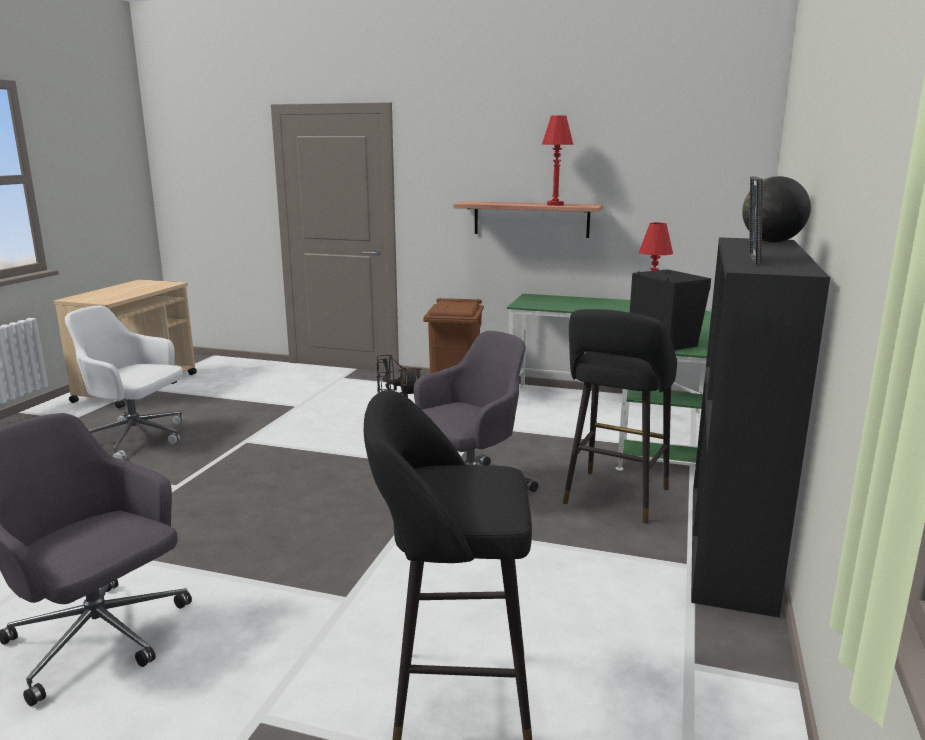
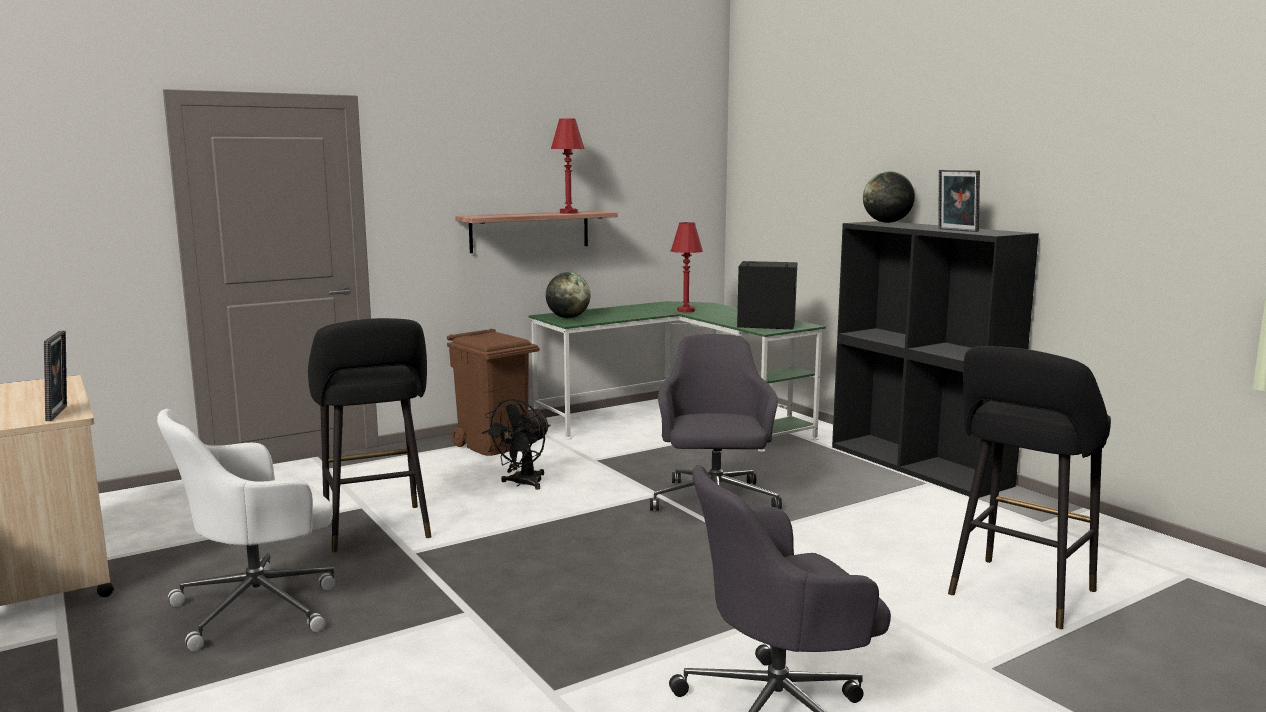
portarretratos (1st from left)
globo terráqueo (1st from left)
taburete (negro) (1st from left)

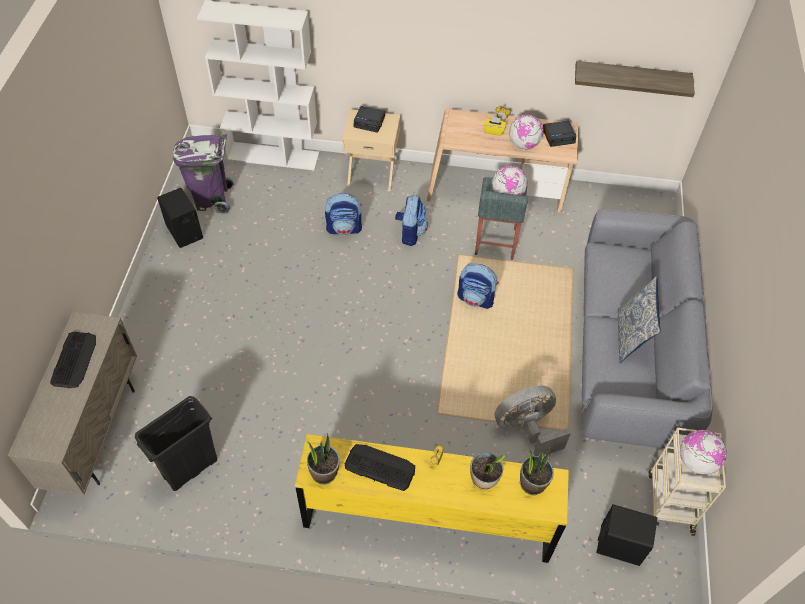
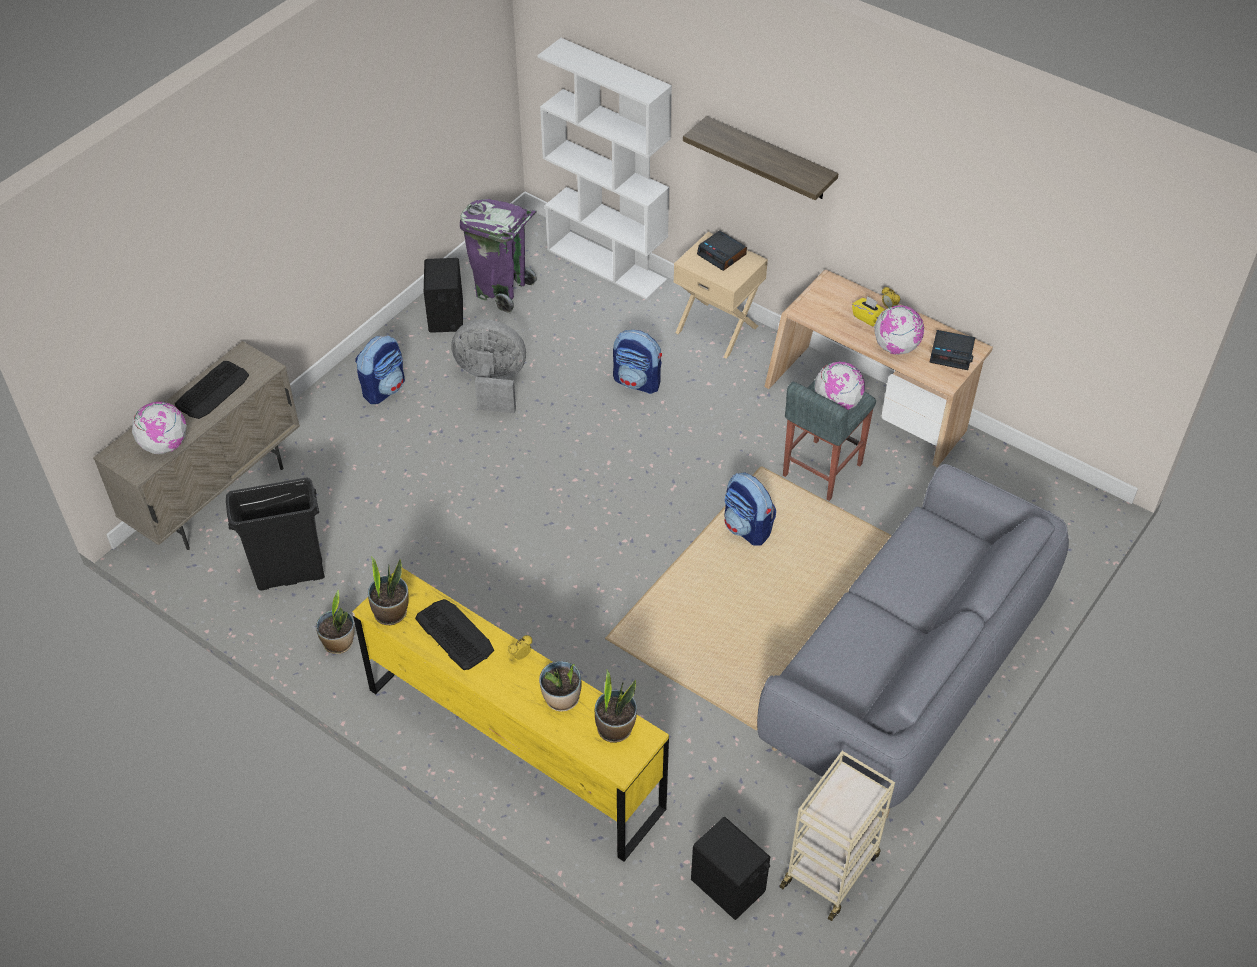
cojín
planta en maceta (1st from left)
mochila (1st from left)
ventilador (gris)
estante
globo terráqueo (1st from left)

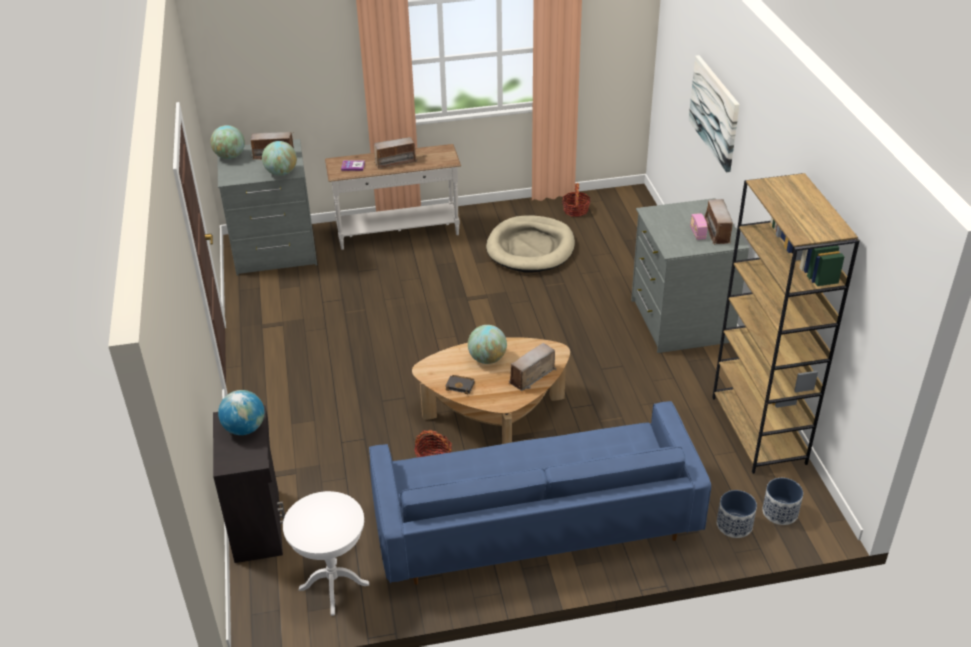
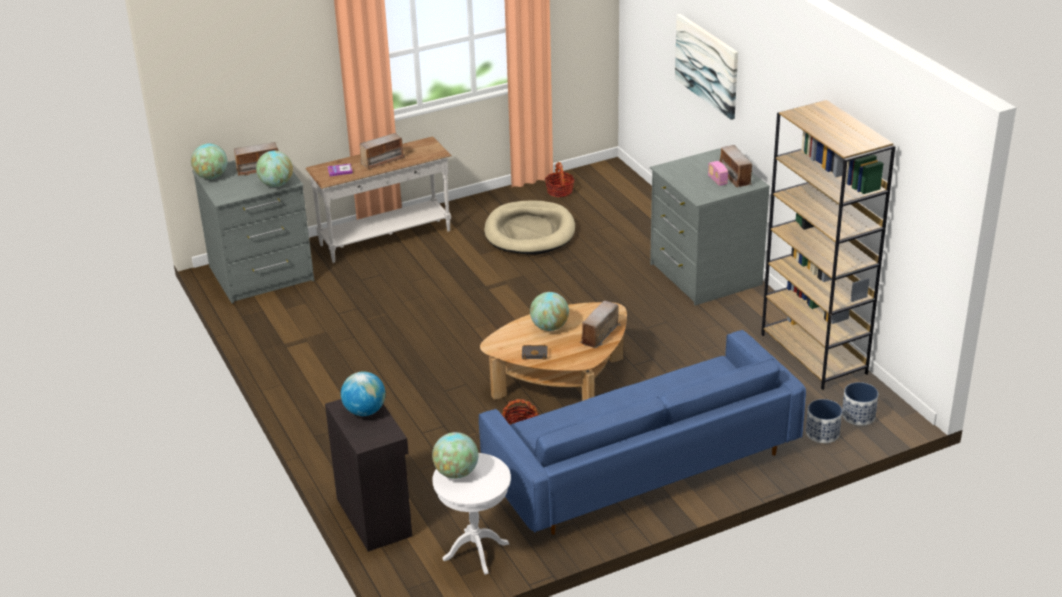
globo terráqueo (4th from left)

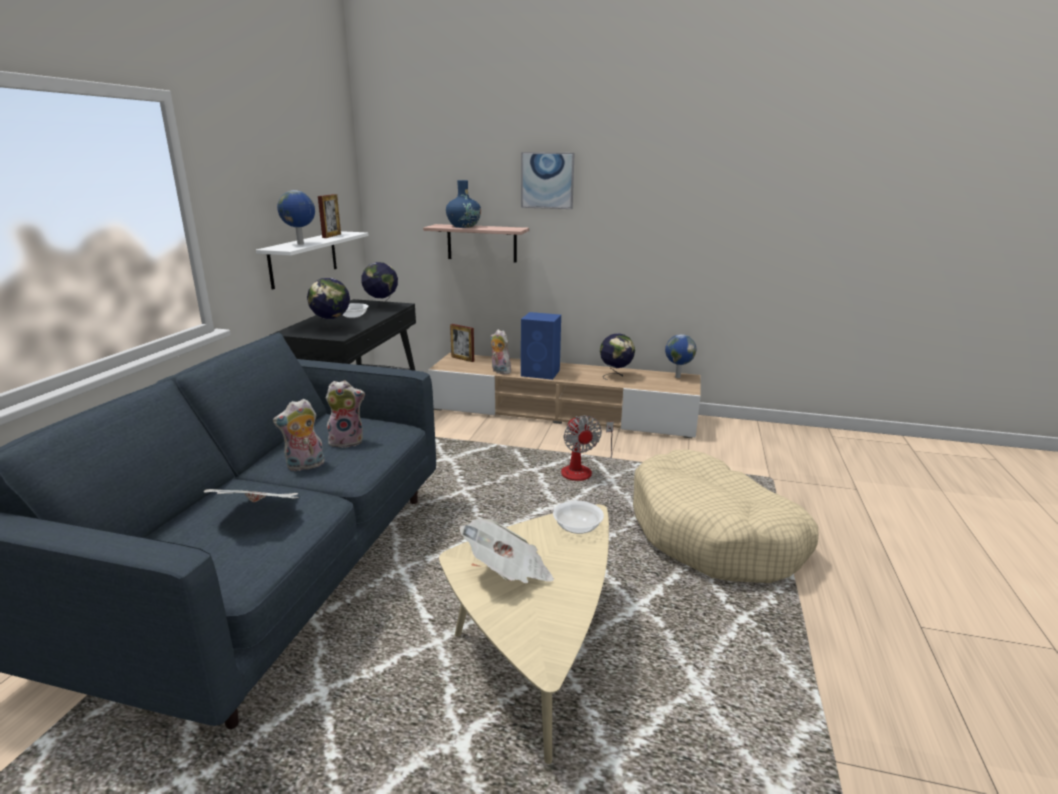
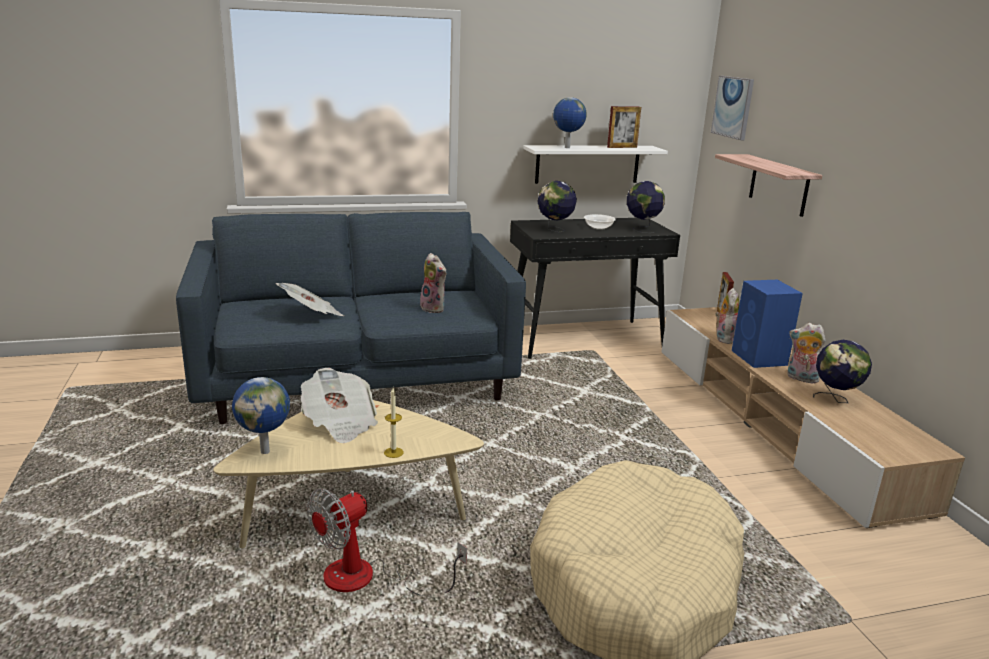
florero (azul)
cuenco (2nd from left in the first image)
vela
peluche (3rd from left)
cuadro
ventilador
globo terráqueo (1st from left)

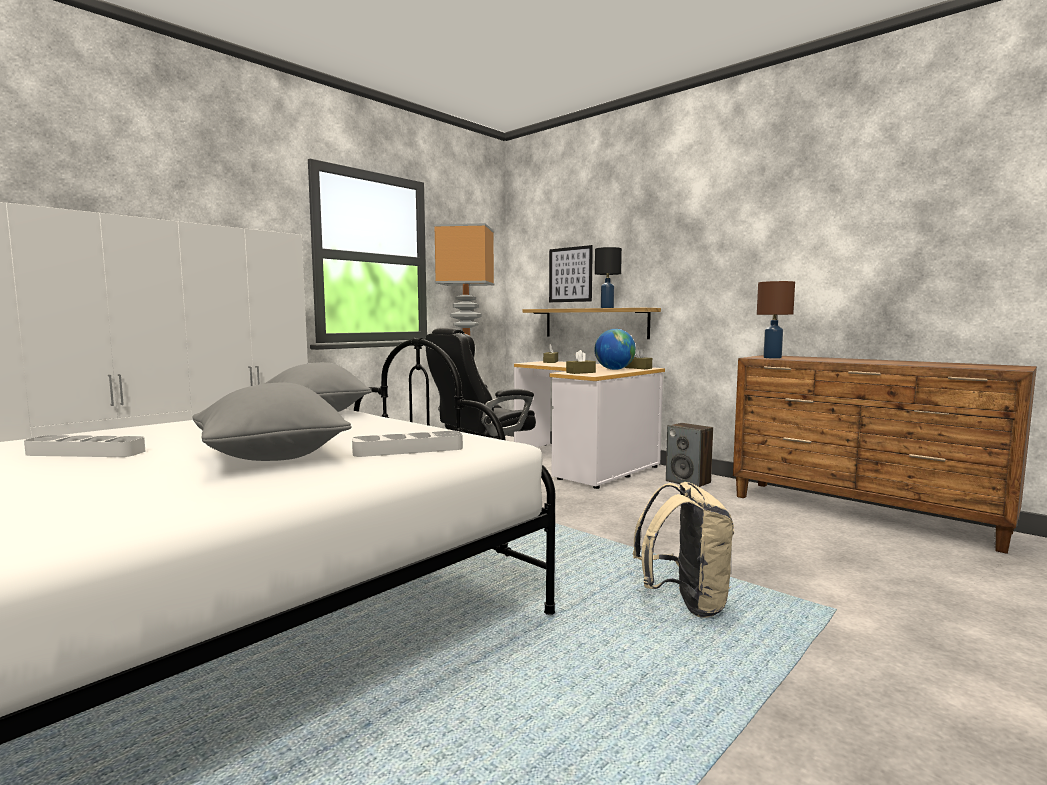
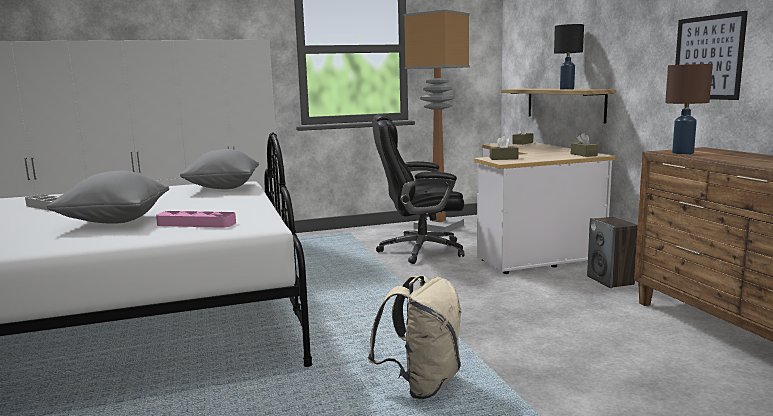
globo terráqueo
cuadro
bandeja (rosa)

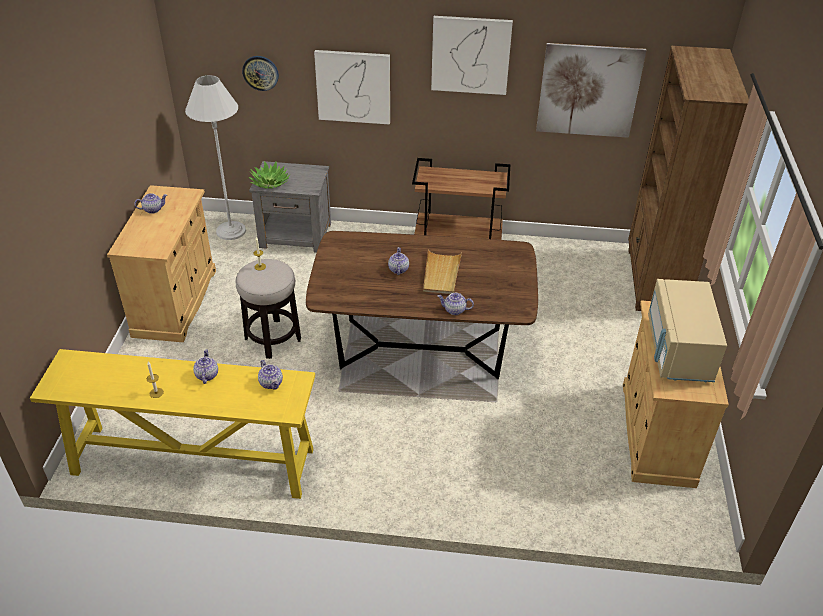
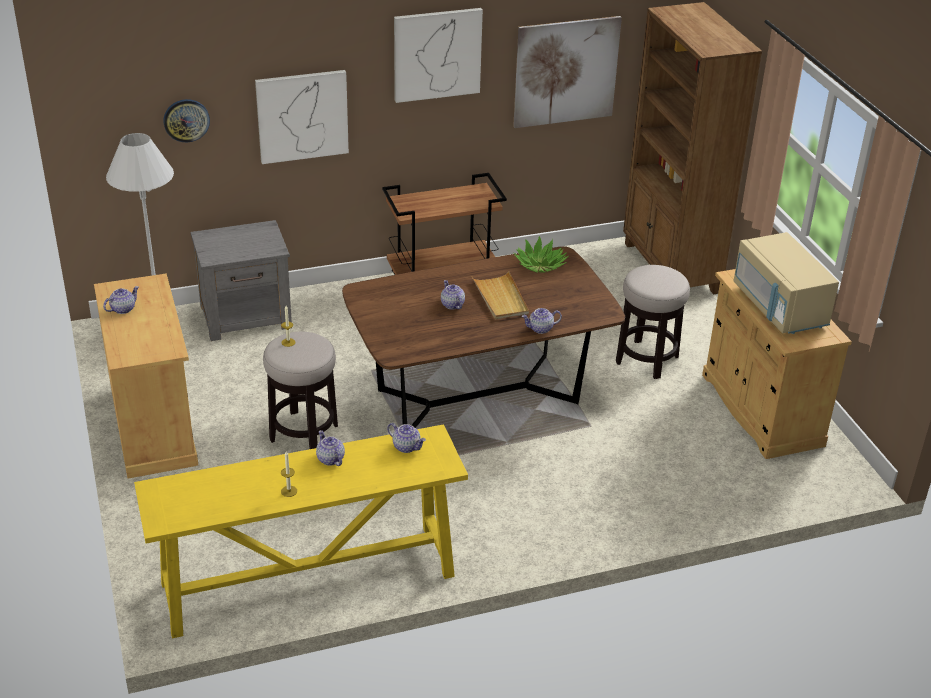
taburete (2nd from left)
planta en maceta

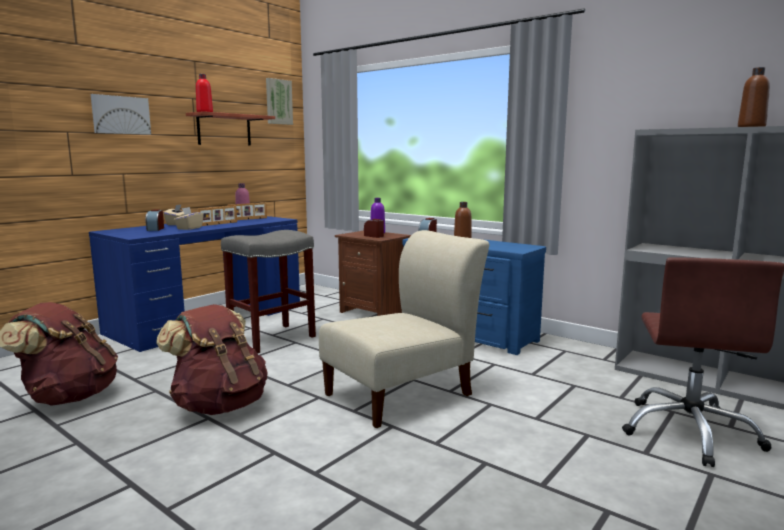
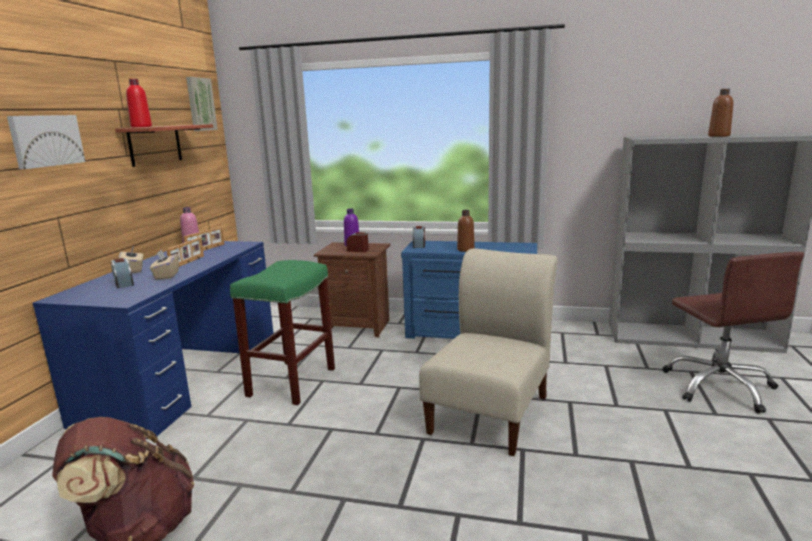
mochila (marrón) (2nd from left in the first image)
taburete (verde)

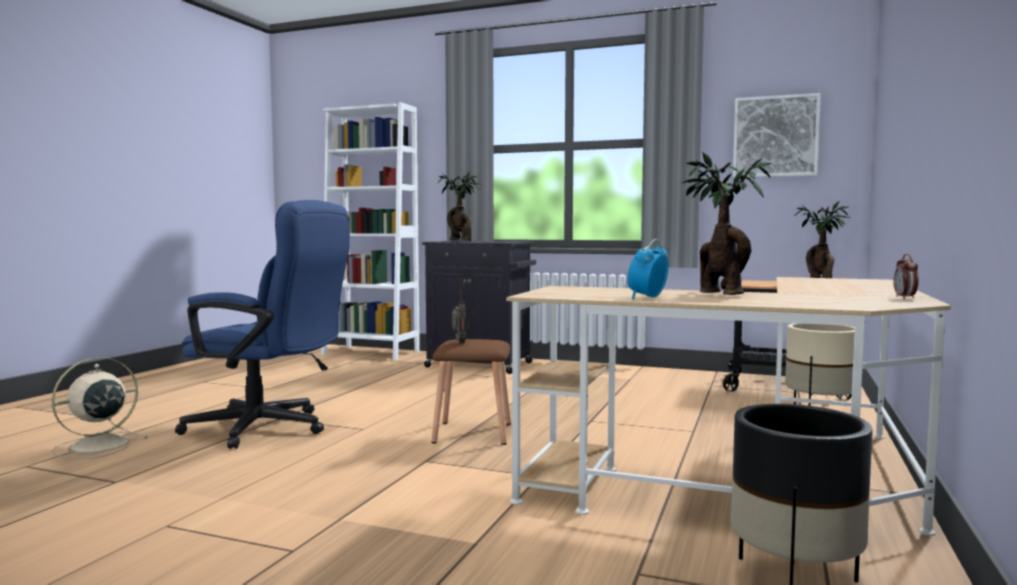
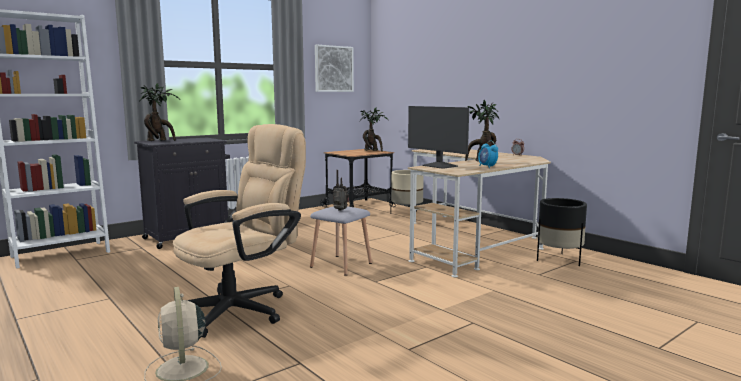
monitor
silla de oficina (beis)
taburete (gris)

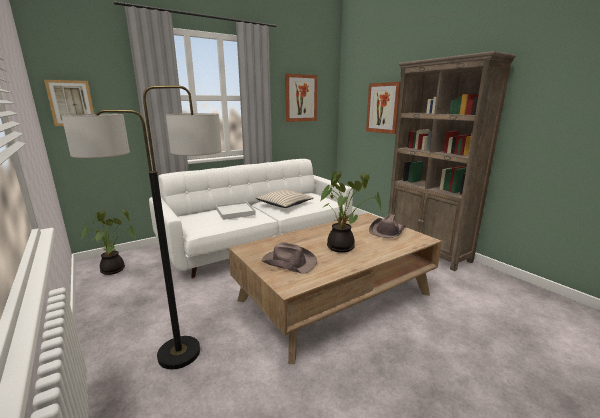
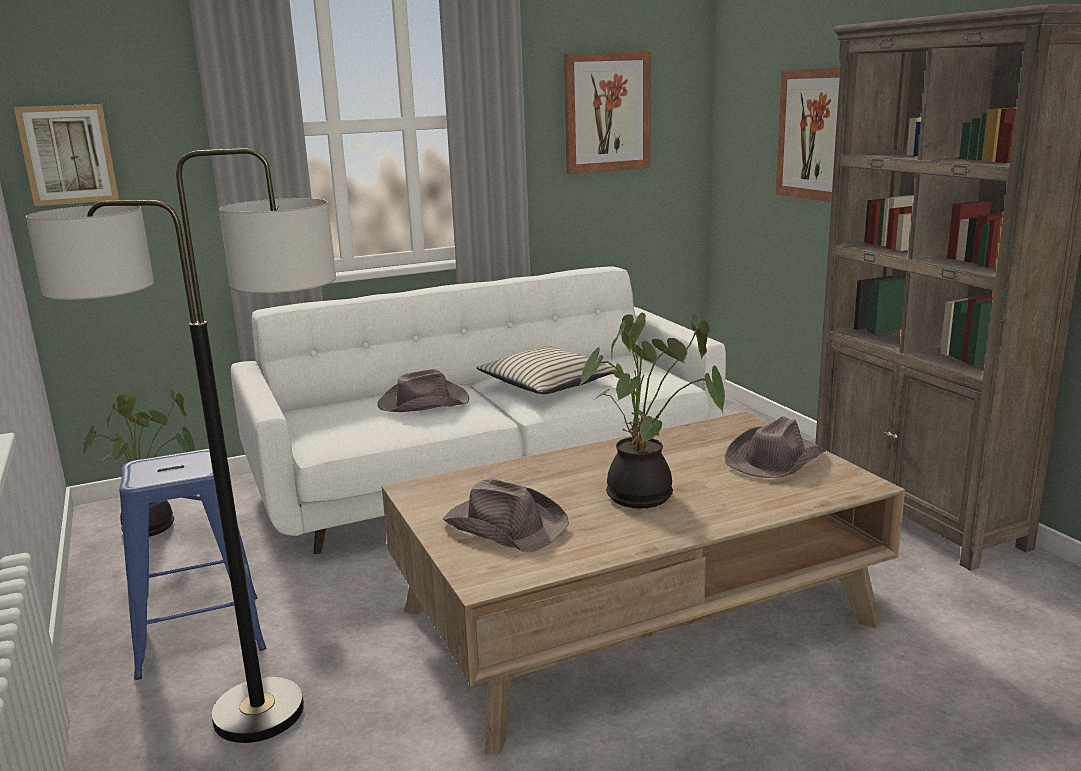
taburete (azul)
sombrero (marrón) (1st from left)

